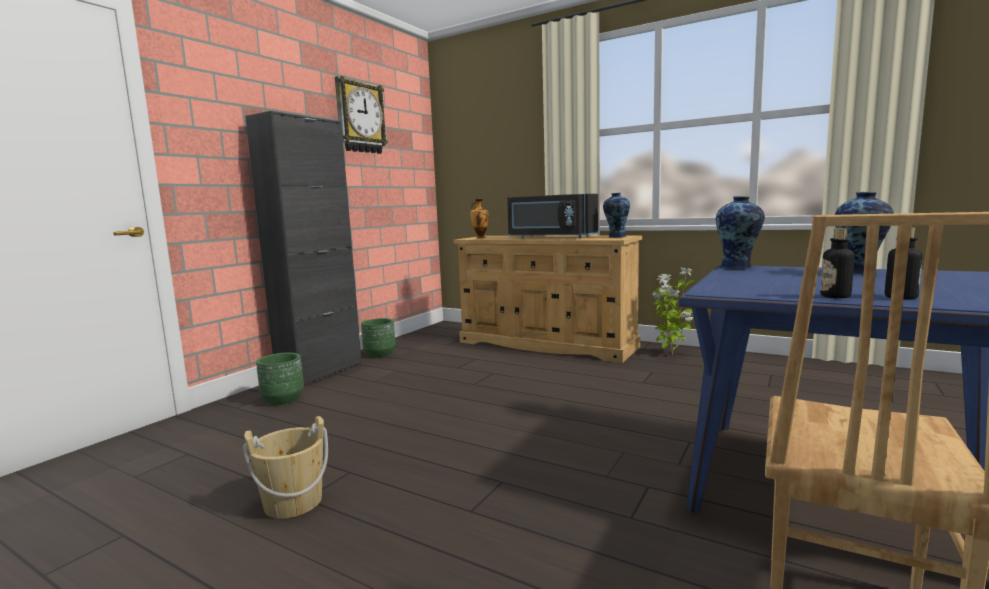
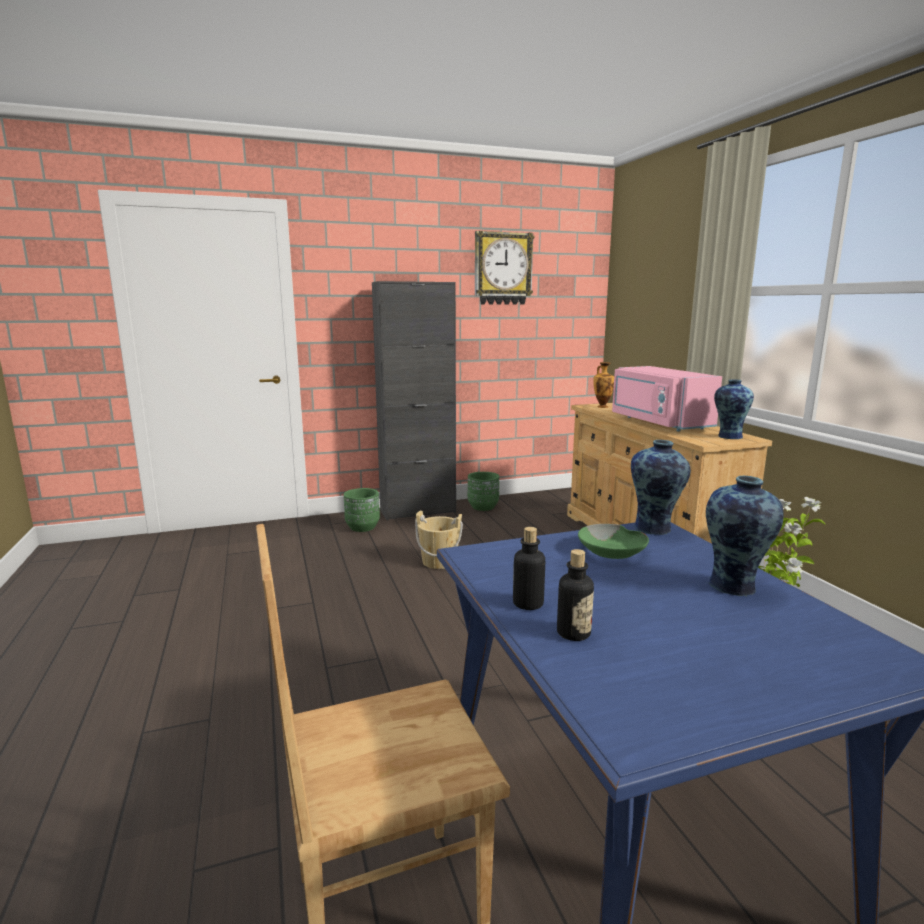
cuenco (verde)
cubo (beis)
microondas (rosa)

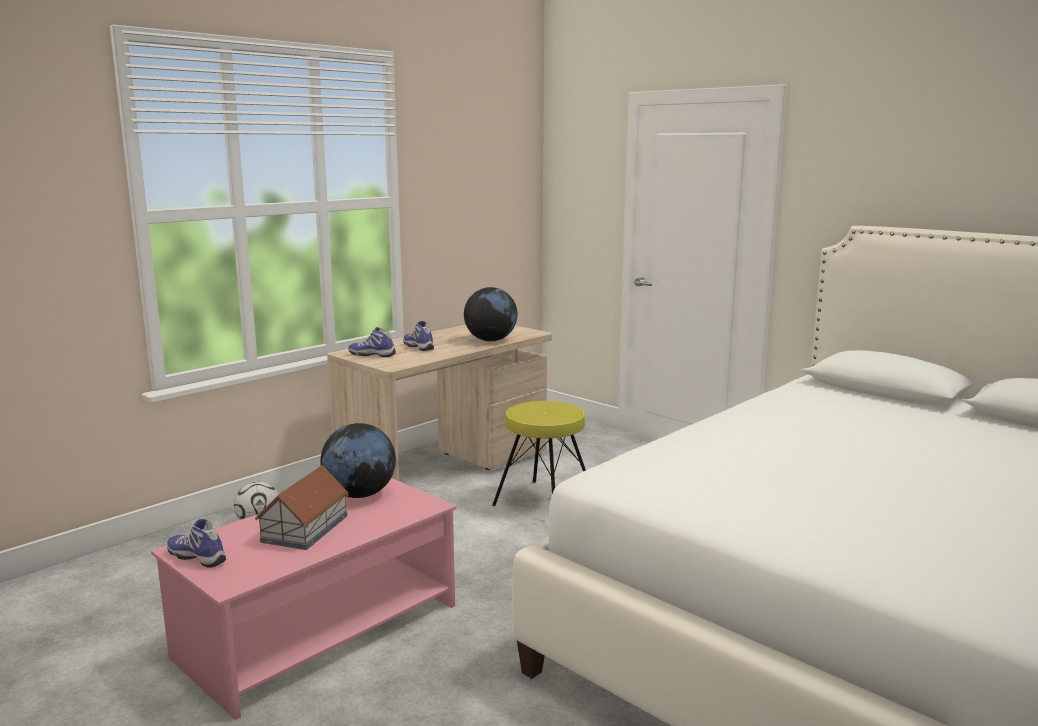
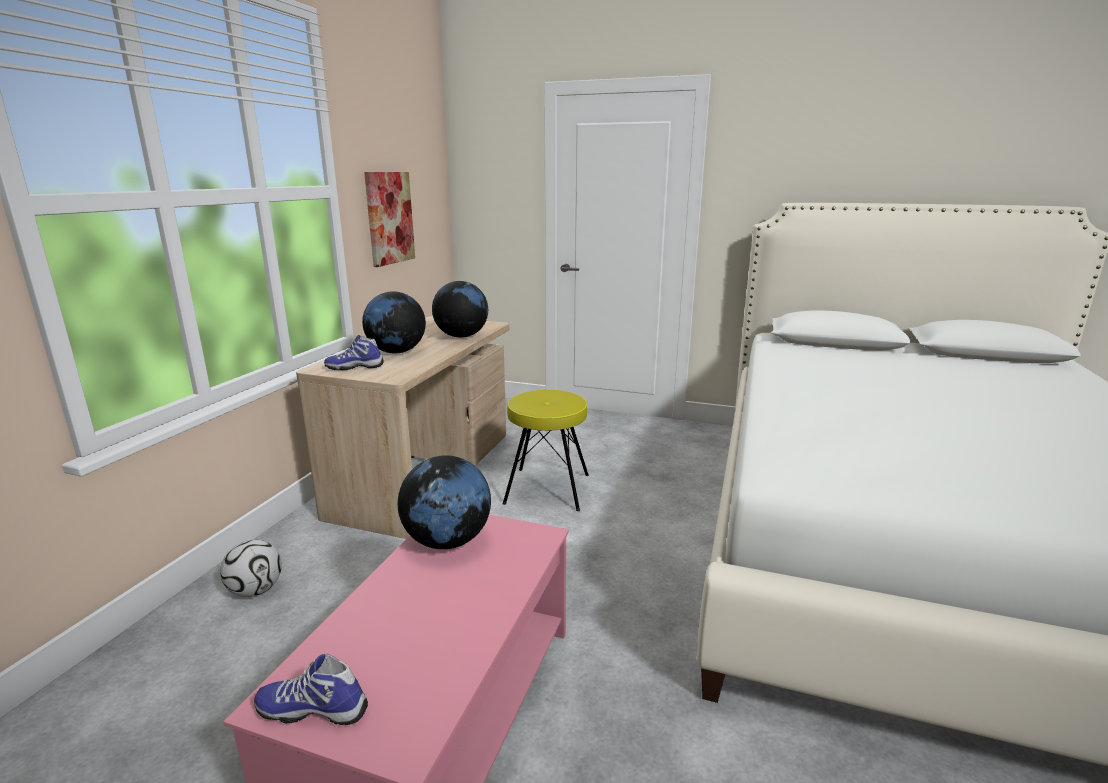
casita
cuadro
globo terráqueo (1st from left)

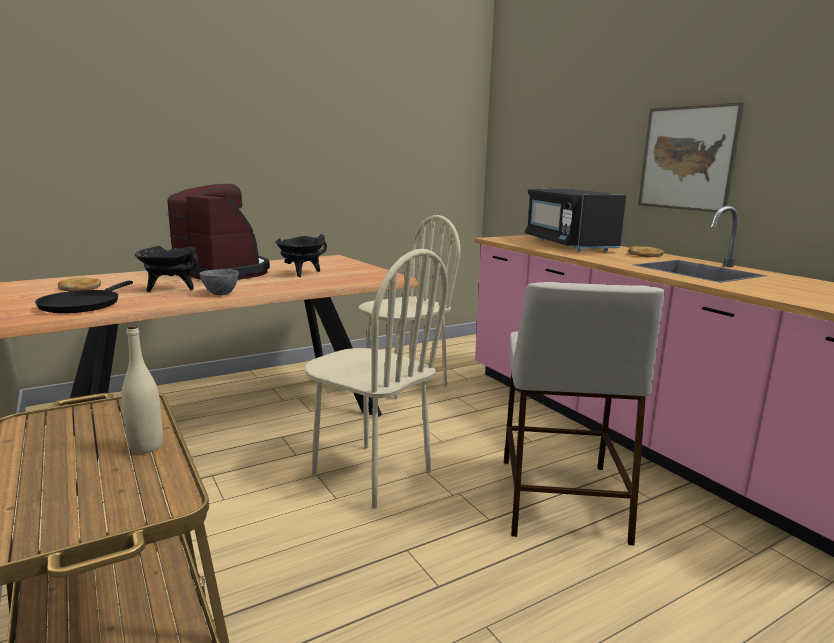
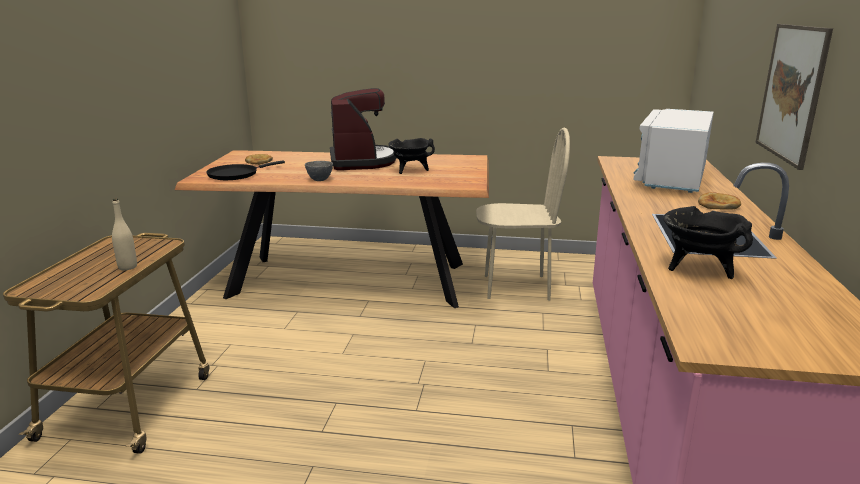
silla (beis) (1st from left in the first image)
taburete (beis)
olla (negro) (2nd from left)
microondas (blanco)

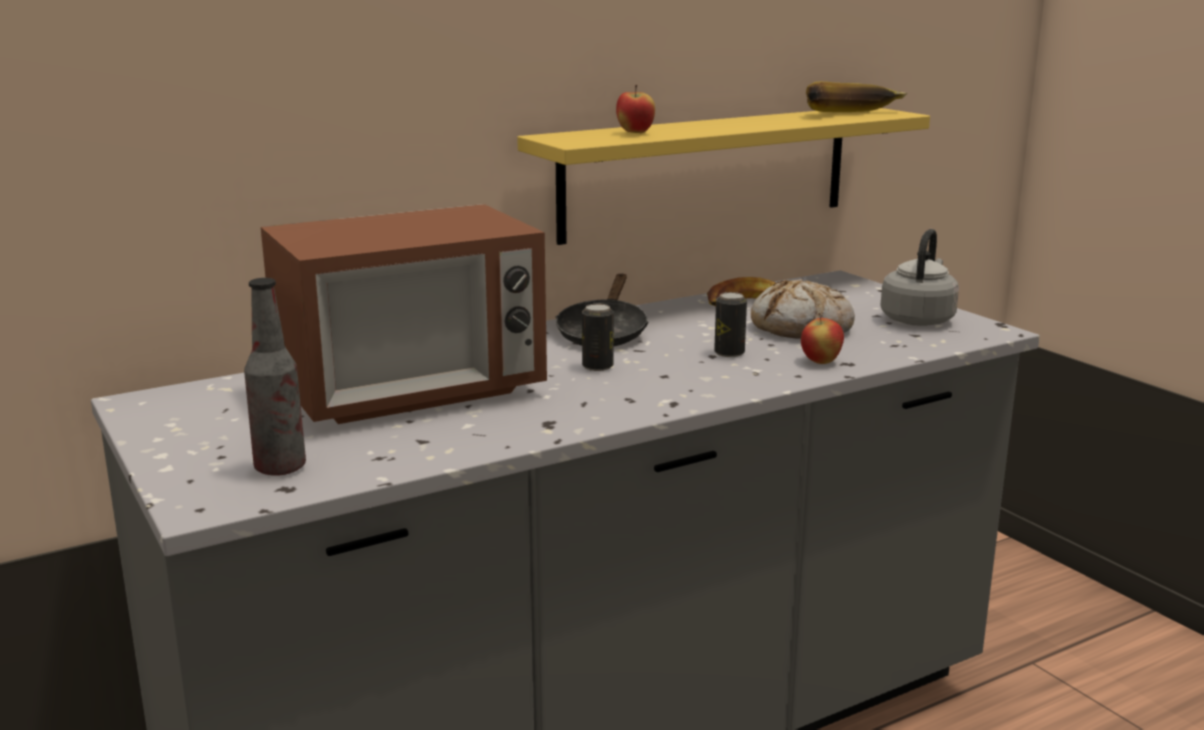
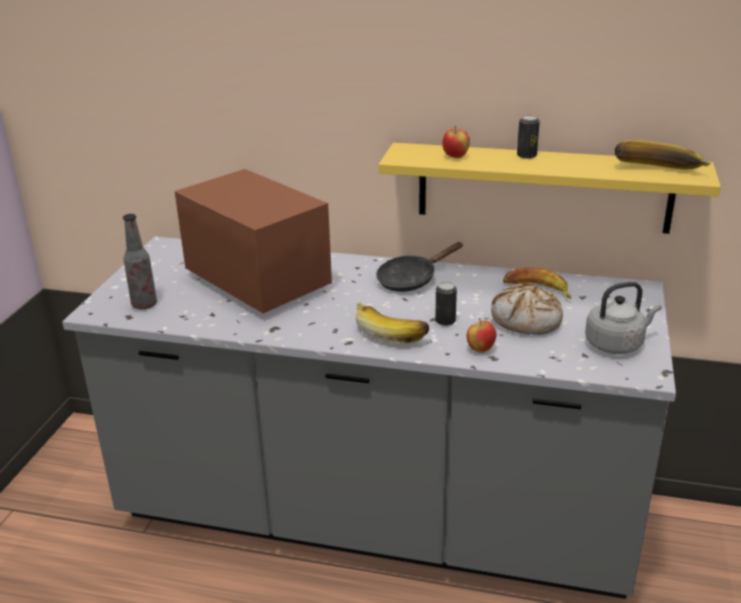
plátano (1st from left)
lata (2nd from left)
microondas

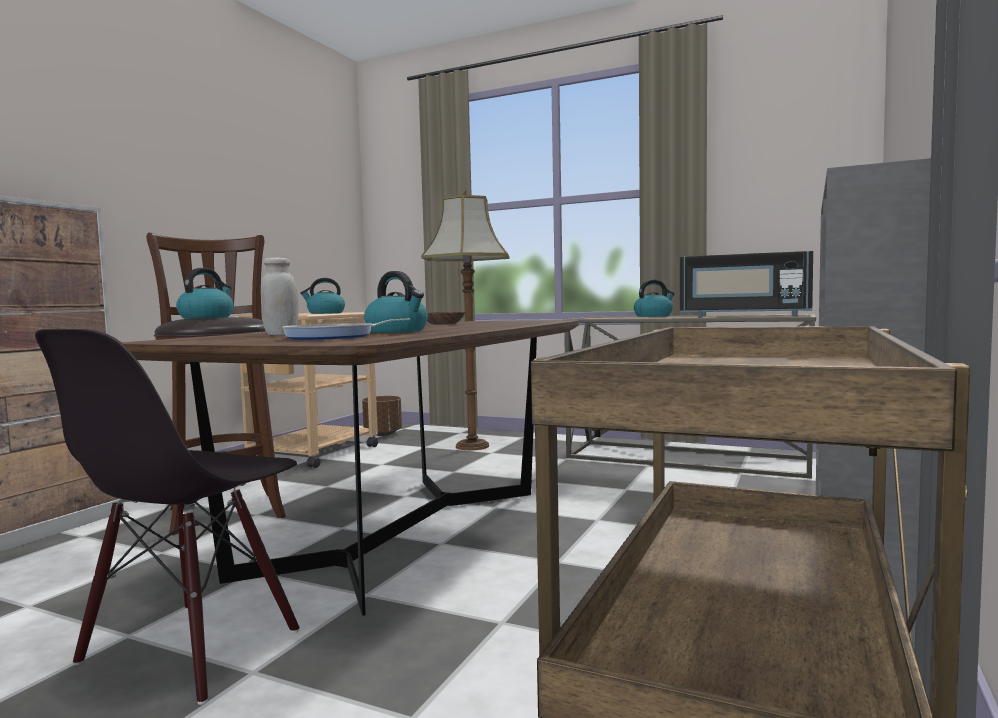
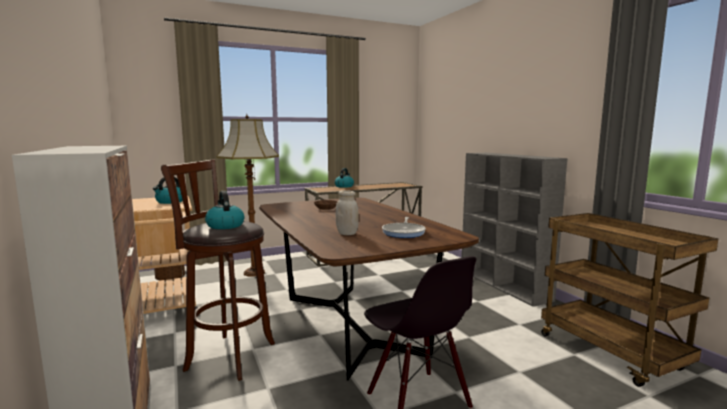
hervidor (3rd from left in the first image)
microondas (negro)

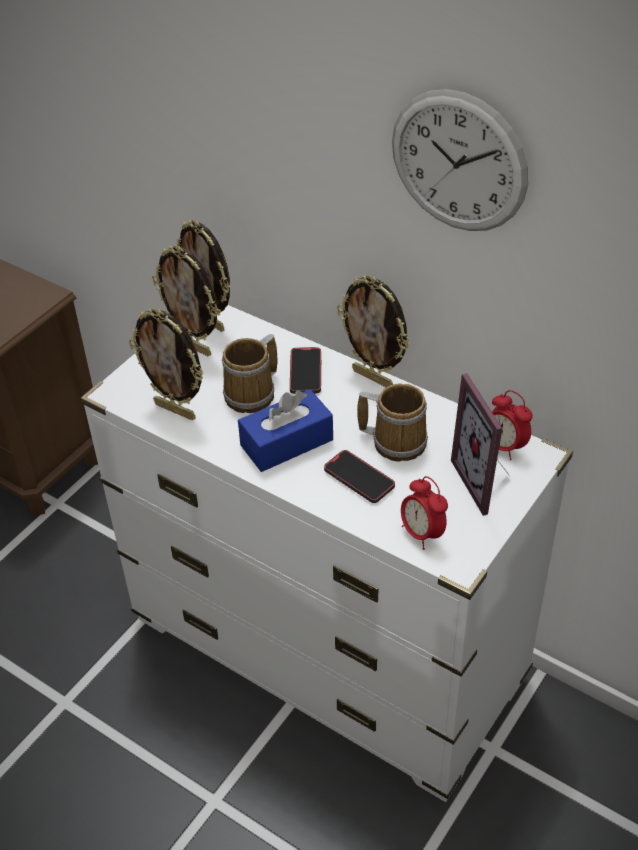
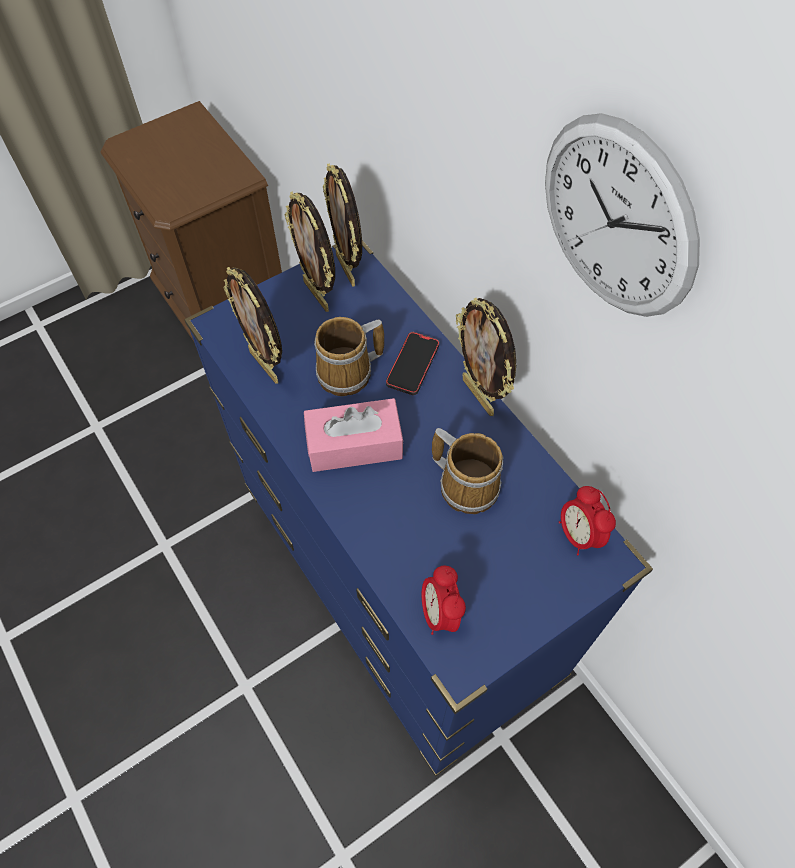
móvil (2nd from left in the first image)
portarretratos (5th from left in the first image)
cómoda (azul)
caja de pañuelos (rosa)

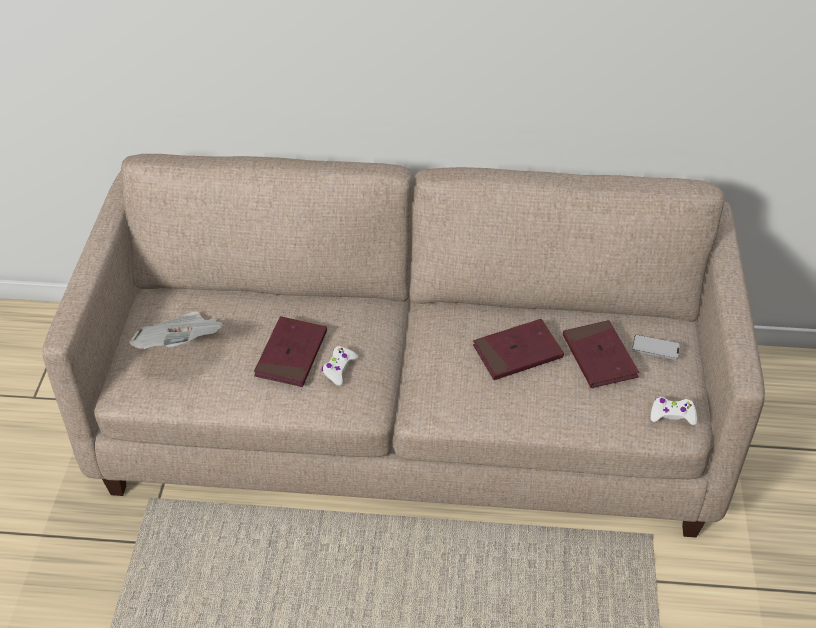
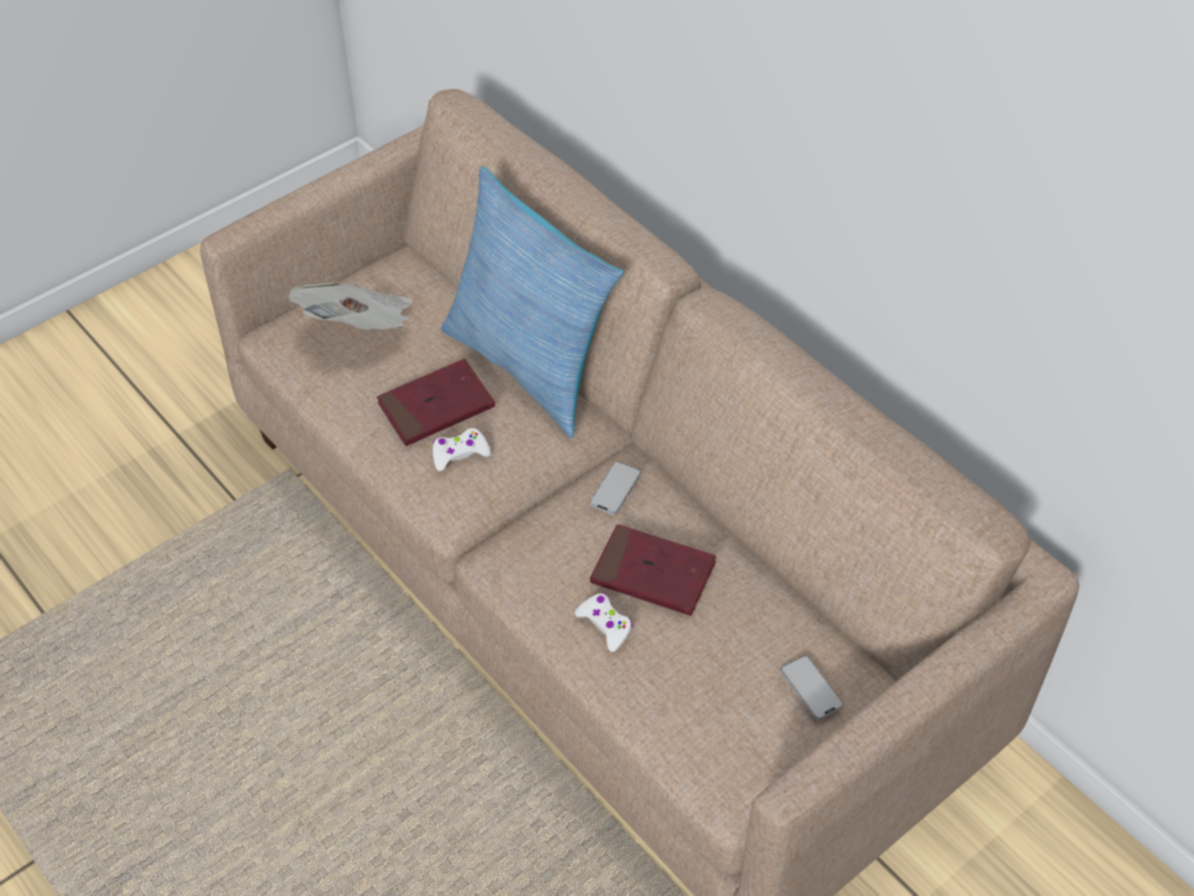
libro (rojo) (3rd from left in the first image)
cojín
móvil (1st from left)
mando de consola (blanco) (2nd from left)

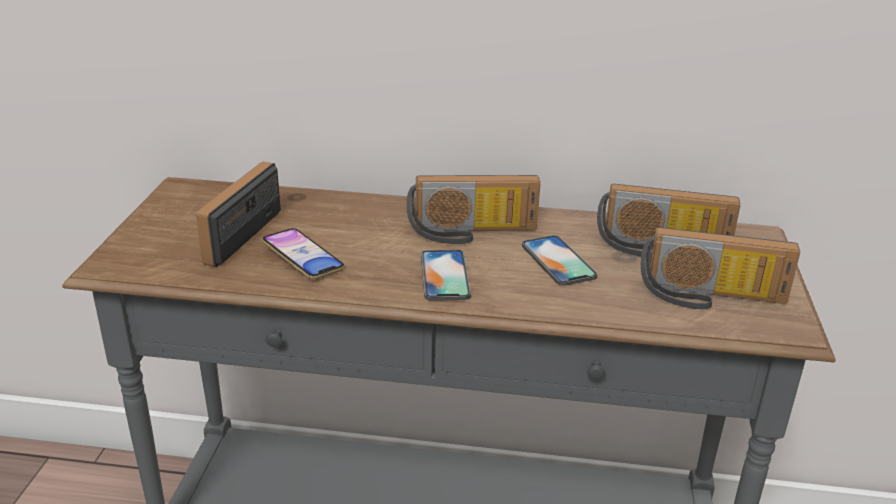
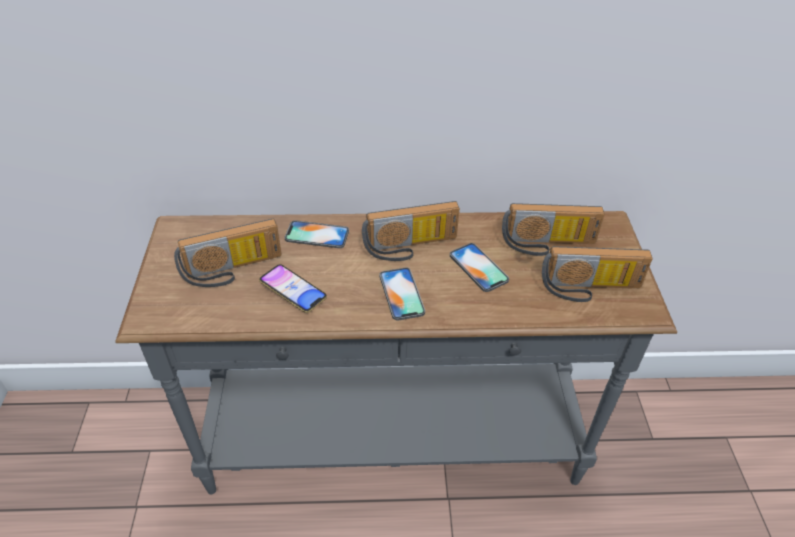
móvil (2nd from left)
radio (1st from left)

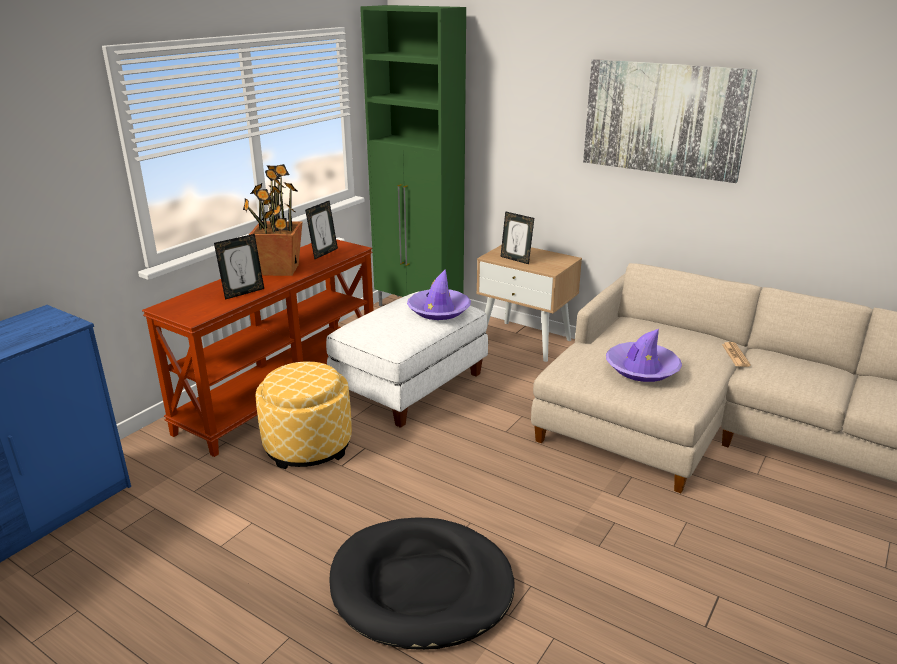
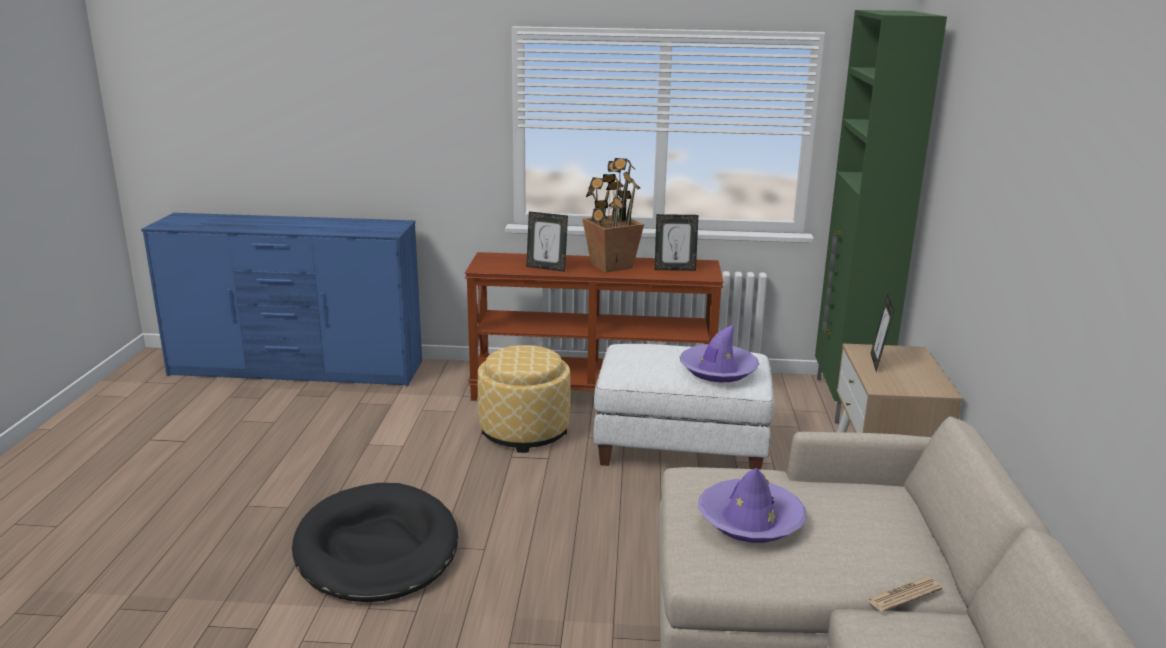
cuadro

